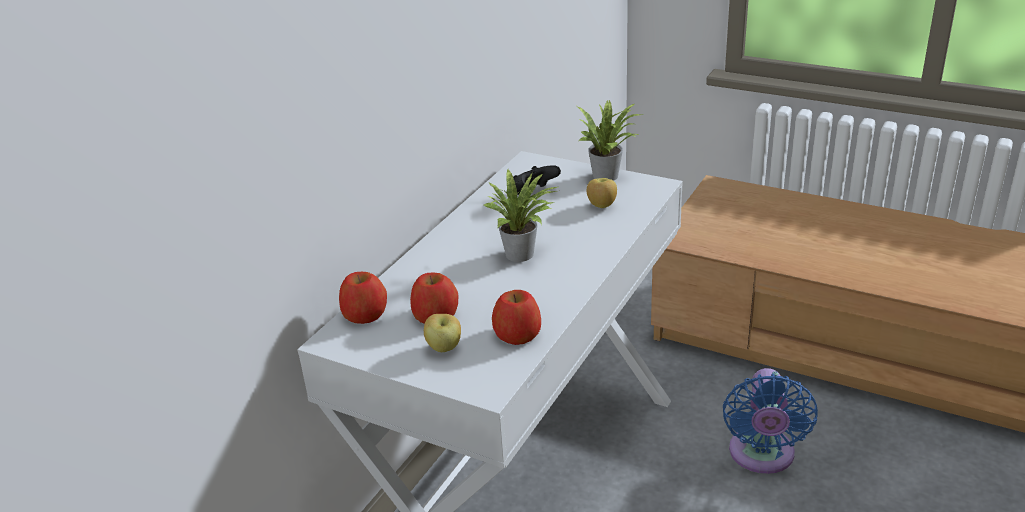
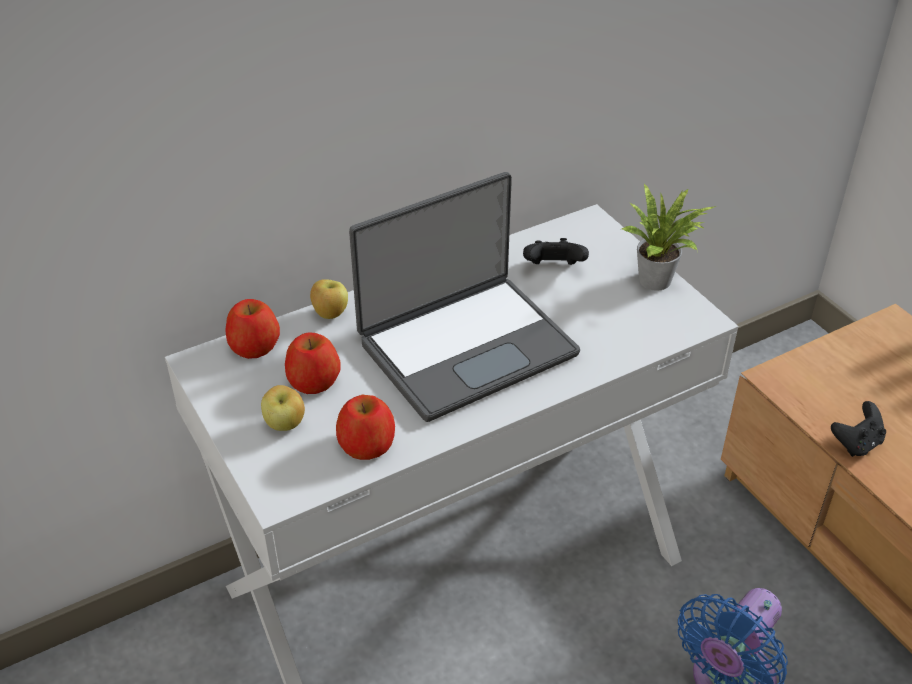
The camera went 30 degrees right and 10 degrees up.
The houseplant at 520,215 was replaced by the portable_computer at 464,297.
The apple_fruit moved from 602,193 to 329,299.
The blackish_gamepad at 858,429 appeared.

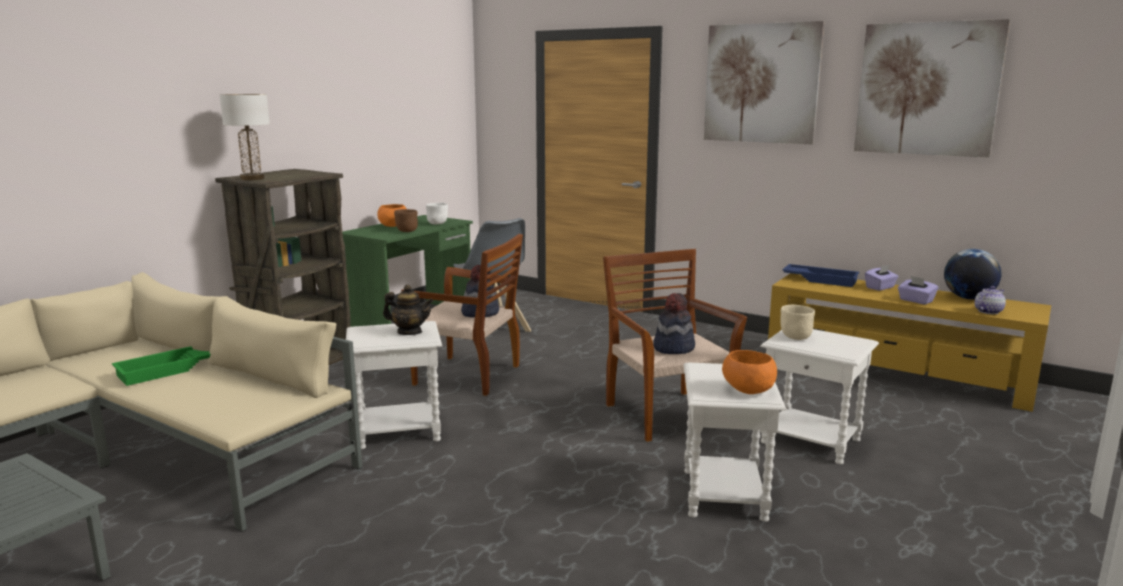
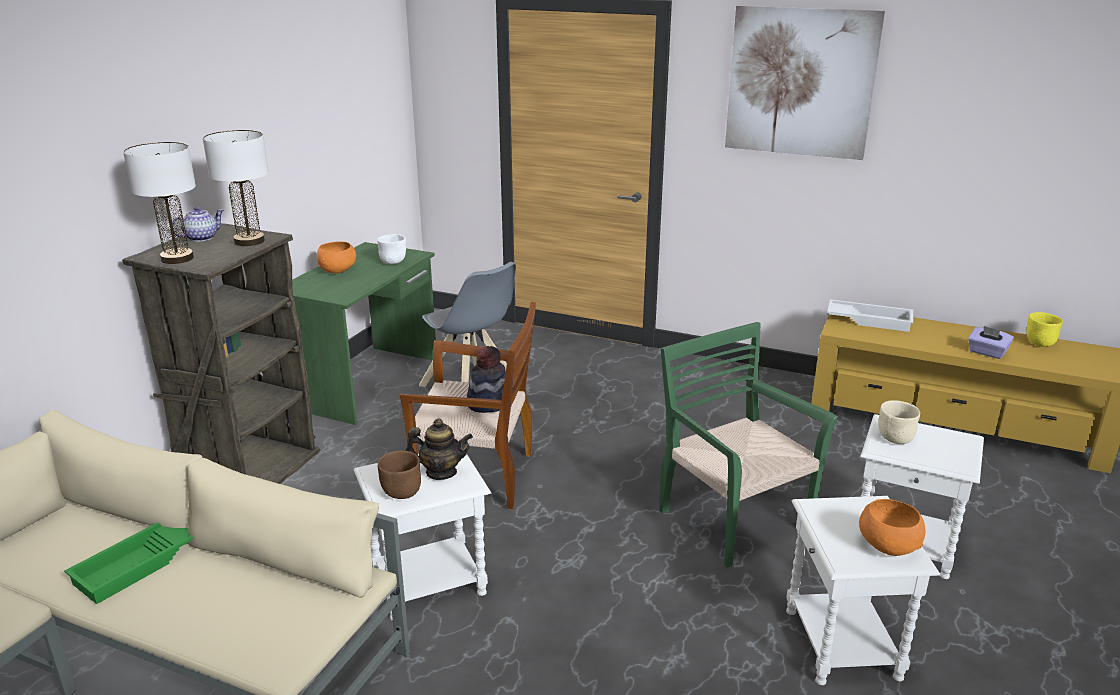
The camera went 10 degrees left and 10 degrees up.
The wall_art at 932,88 disappeared.
The brownish_serving_bowl moved from 406,220 to 399,475.
The brownish_easy_chair at 675,345 became the greenish_easy_chair at 748,445.
The world_globe at 973,274 was replaced by the yellowish_serving_bowl at 1044,329.
The bluish_carrying_tray at 820,275 became the whitish_carrying_tray at 870,315.
The purplish_tissue_box at 882,278 disappeared.
The pot_for_tea moved from 990,300 to 198,224.
The clothing_hat at 674,323 disappeared.
The lamp_for_a_table at 236,188 appeared.

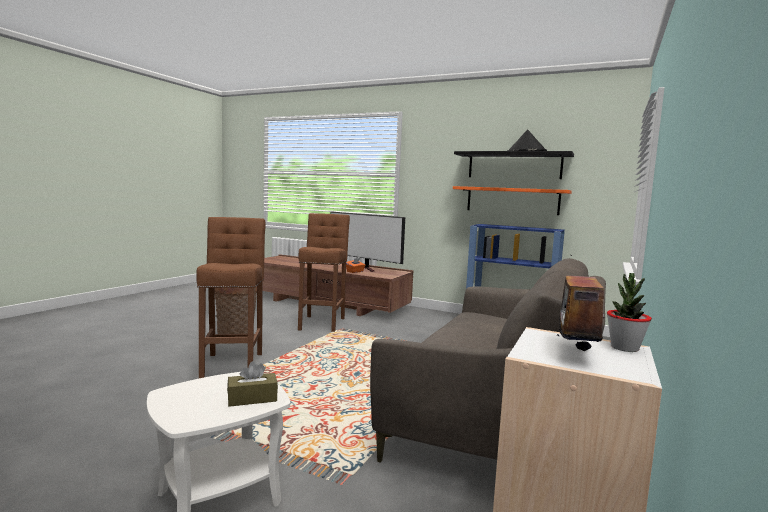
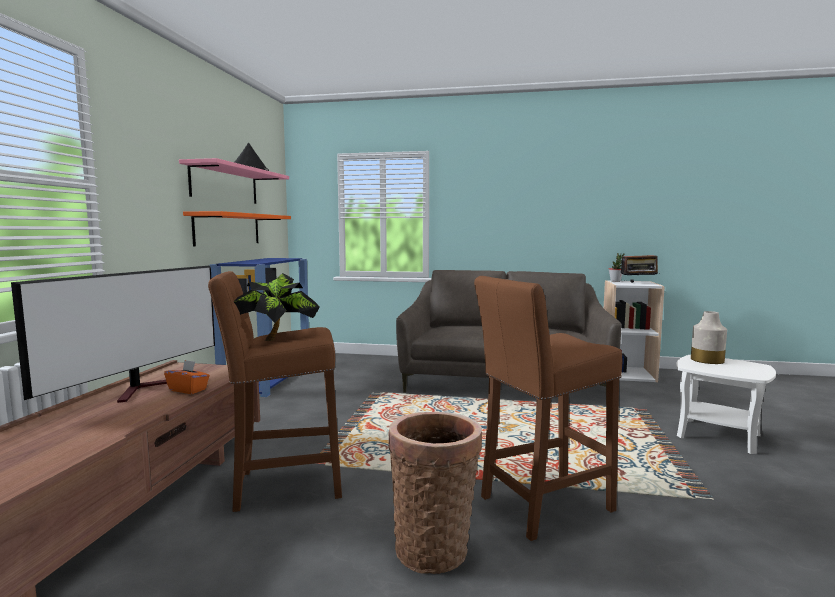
The camera went 105 degrees left and 0 degrees up.
The blackish_bracket_shelf at 514,165 became the pinkish_bracket_shelf at 234,181.
The brownish_tissue_box at 252,384 was replaced by the sand-coloured_flower_vase at 709,337.
The houseplant at 277,307 appeared.

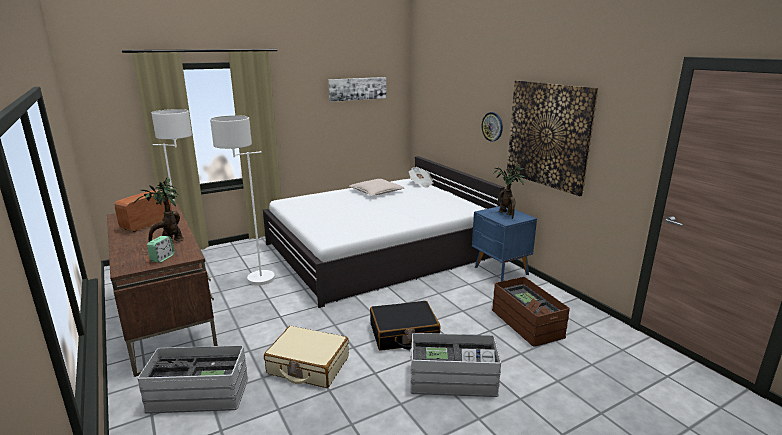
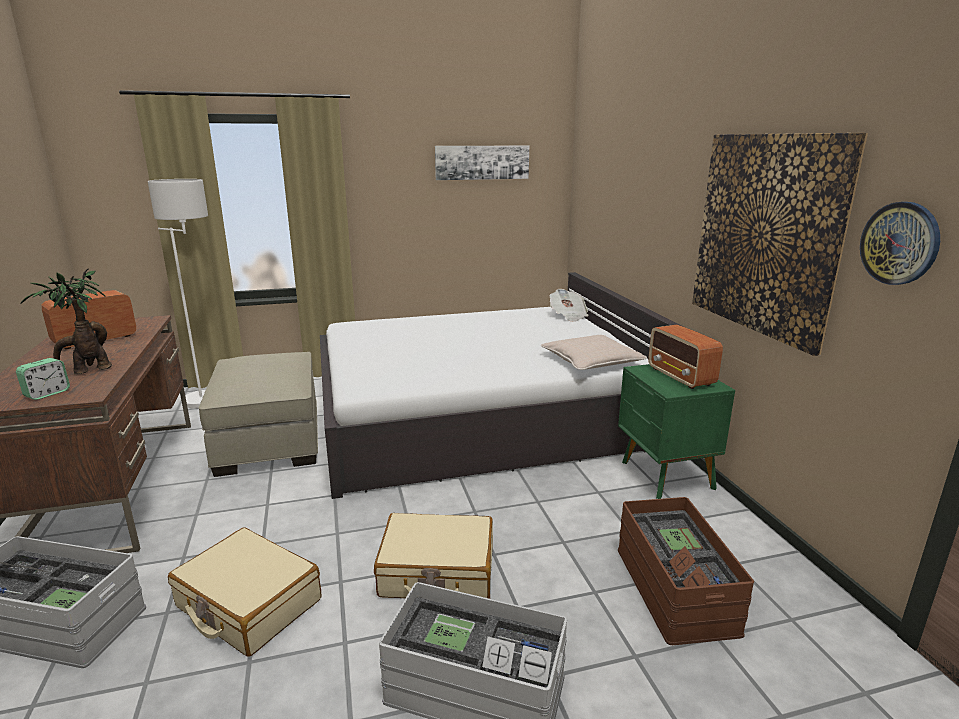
The camera went 15 degrees right and 0 degrees up.
The hanging_clock moved from 492,126 to 900,243.
The whitish_standard_lamp at 242,200 was replaced by the sand-coloured_ottoman at 258,414.
The houseplant at 509,192 was replaced by the radio_receiver at 686,357.
The sand-coloured_cushion moved from 376,187 to 594,352.
The bluish_bedside_table at 504,243 became the greenish_bedside_table at 676,431.
The blackish_travel_case at 405,326 became the sand-coloured_travel_case at 433,556.

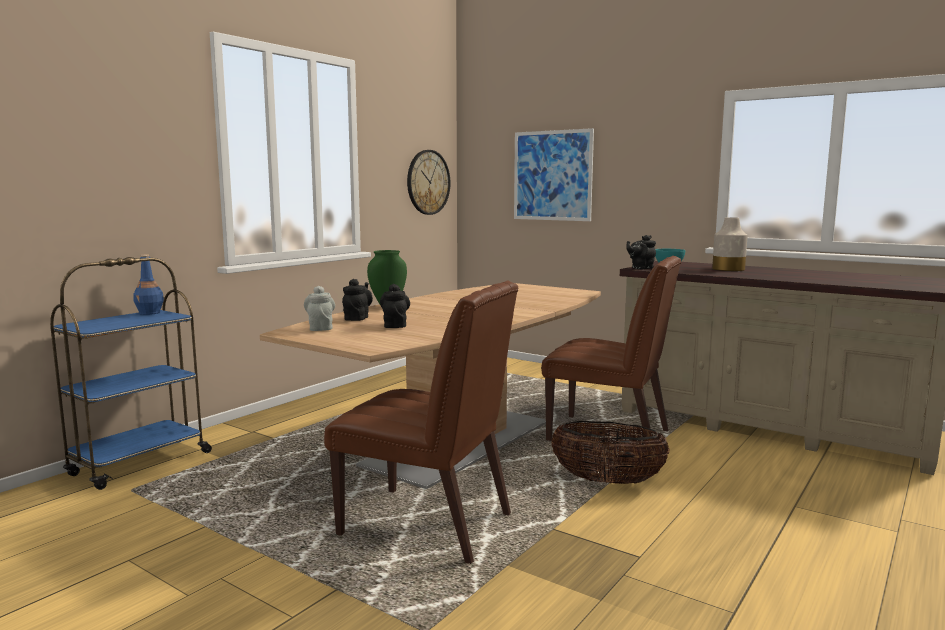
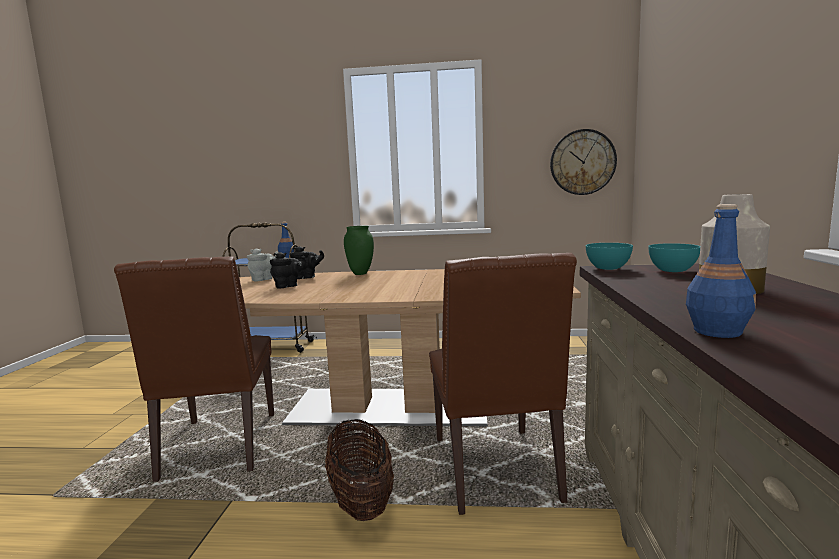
The camera went 60 degrees right and 0 degrees up.
The wall_art at 554,174 disappeared.
The blackish_pot_for_tea at 641,252 was replaced by the turquoise_serving_bowl at 609,256.
The bluish_beverage_bottle at 721,271 appeared.

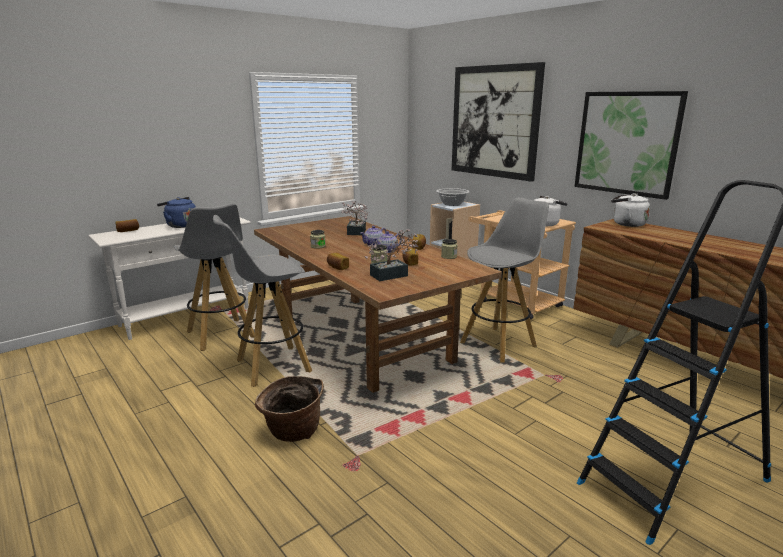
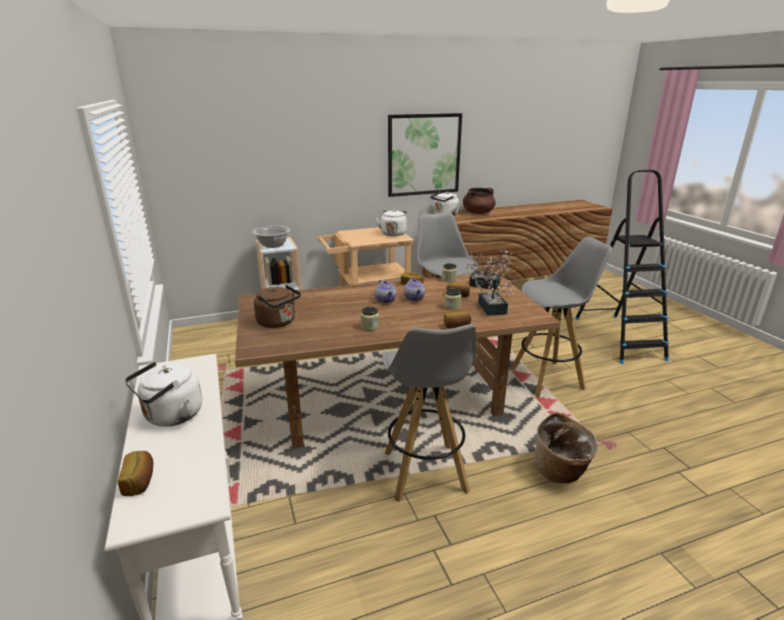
The camera went 70 degrees left and 5 degrees up.
The wall_art at 498,122 disappeared.
The bluish_tea_kettle at 176,212 became the whitish_tea_kettle at 163,394.
The houseplant moved from 356,218 to 488,269.
The greyish_stool_seat moved from 214,277 to 561,317.
The brownish_cooking_pot at 479,201 appeared.
The brownish_tea_kettle at 277,306 appeared.

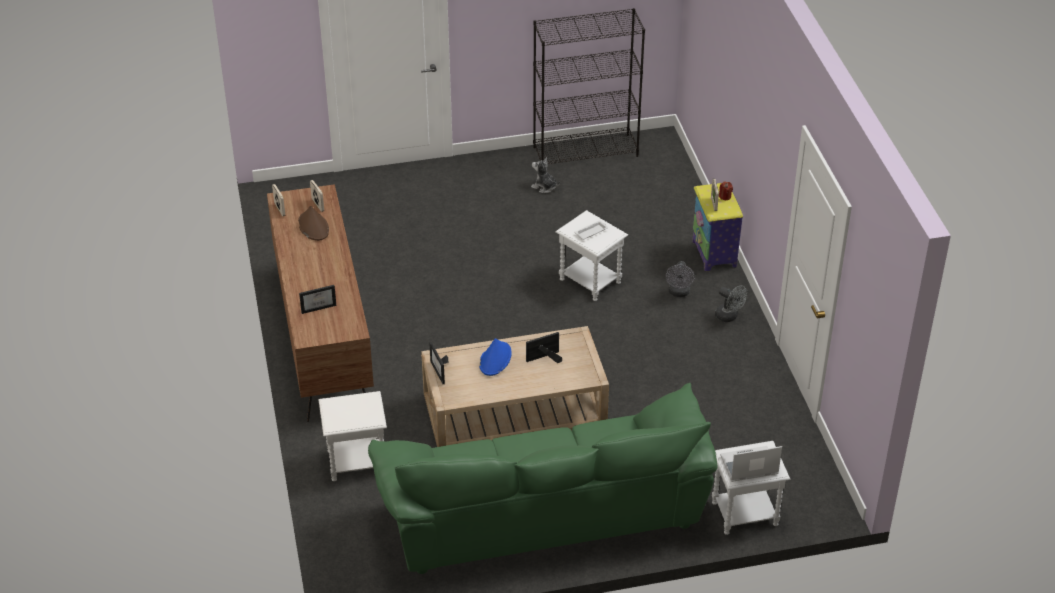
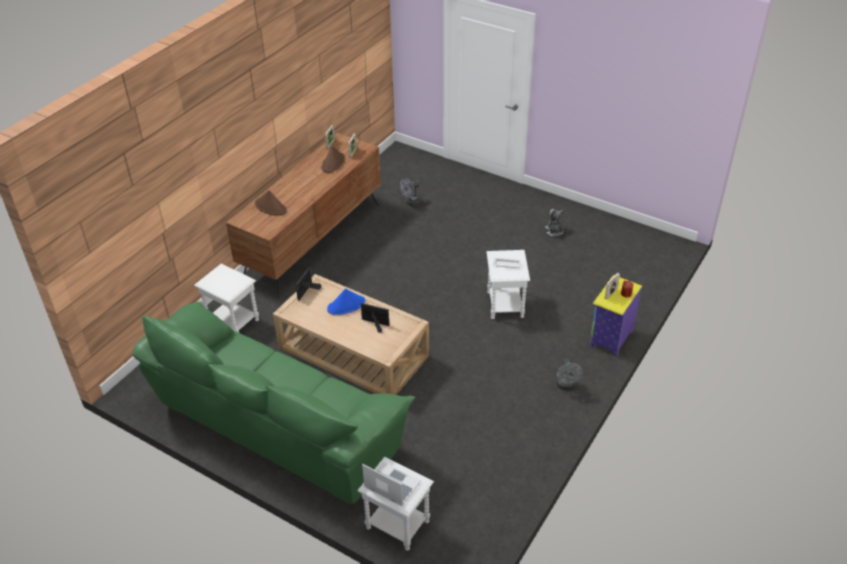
The camera went 45 degrees right and 0 degrees up.
The blackish_bookcase at 589,86 disappeared.
The greyish_fan moved from 680,279 to 411,192.
The standing_frame at 317,299 was replaced by the brownish_clothing_hat at 271,203.

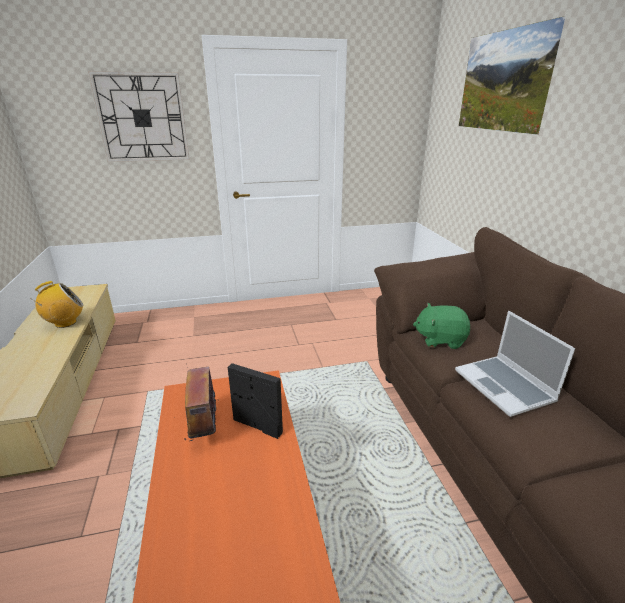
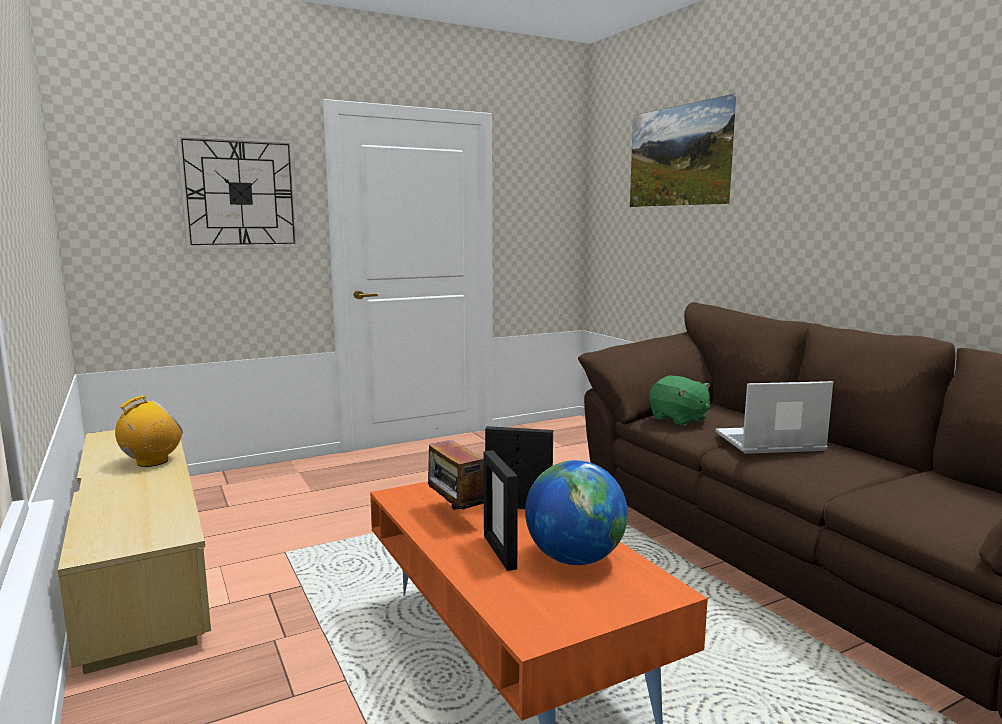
The camera went 15 degrees left and 15 degrees down.
The greenish_soft_toy at 441,326 turned 120 degrees counterclockwise.
The portable_computer at 515,364 turned 120 degrees clockwise.
The standing_frame at 500,510 appeared.
The world_globe at 576,512 appeared.

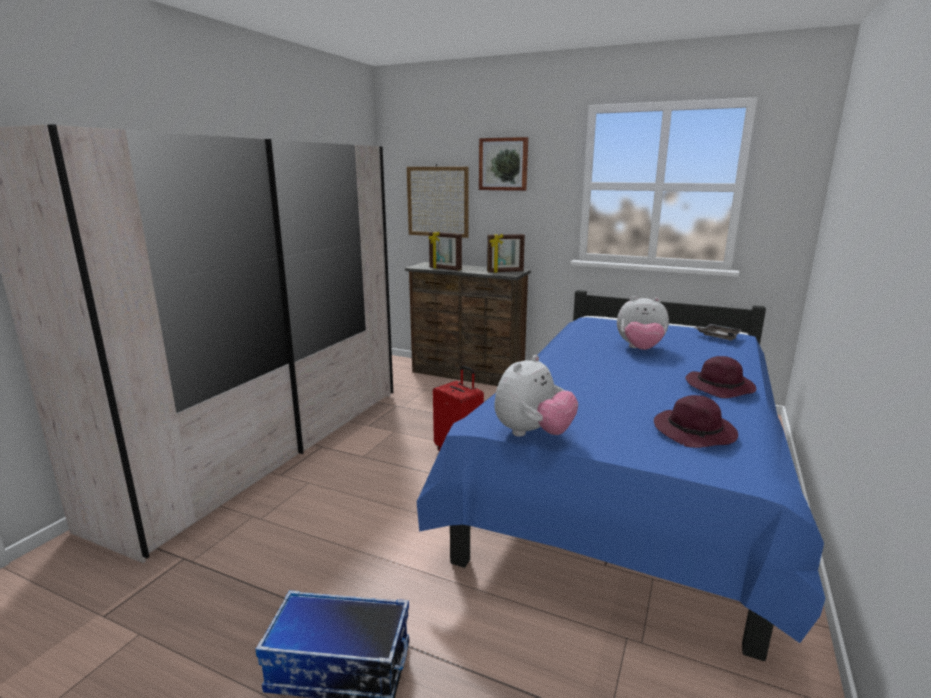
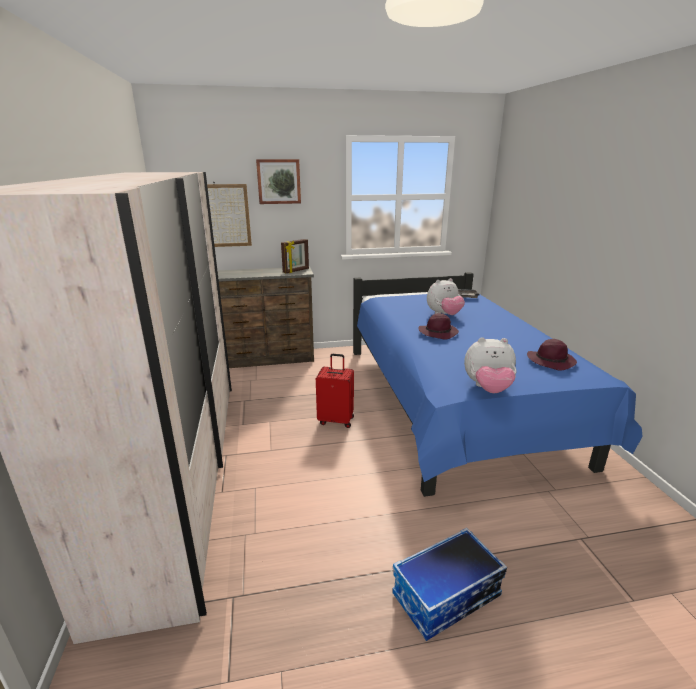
The camera went 35 degrees left and 5 degrees up.
The standing_frame at 445,251 disappeared.
The soft_toy at 536,396 turned 90 degrees clockwise.
The purplish_clothing_hat moved from 720,377 to 438,326.

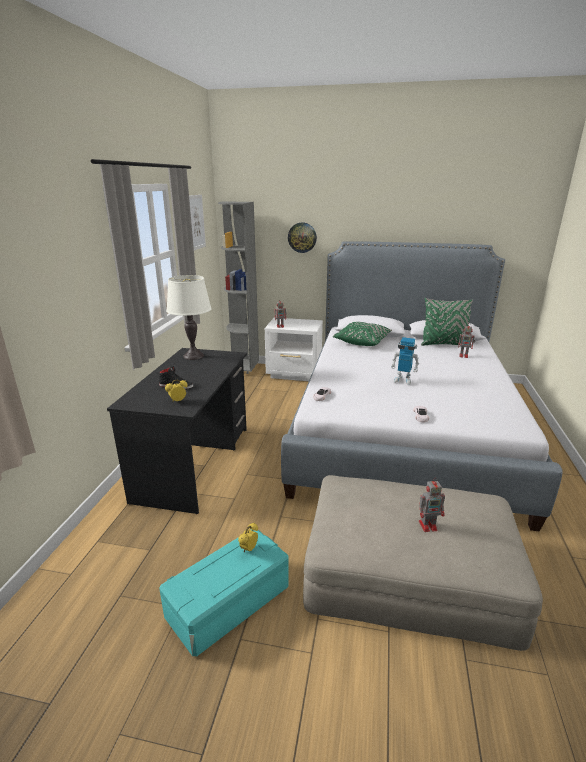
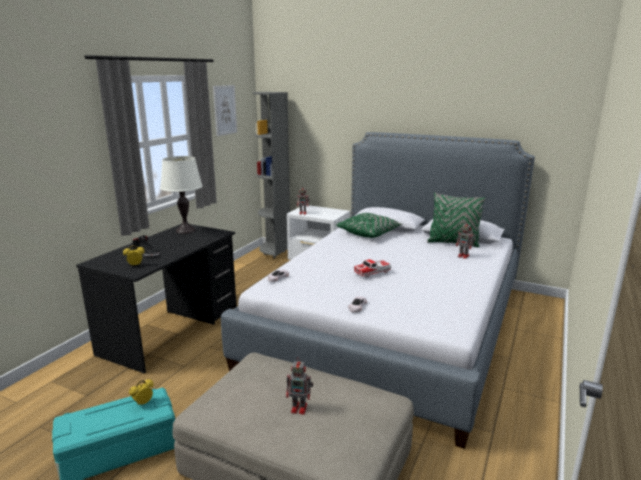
The camera went 15 degrees right and 5 degrees down.
The hanging_clock at 302,237 disappeared.
The toy_robot at 405,361 was replaced by the toy_car at 372,268.

